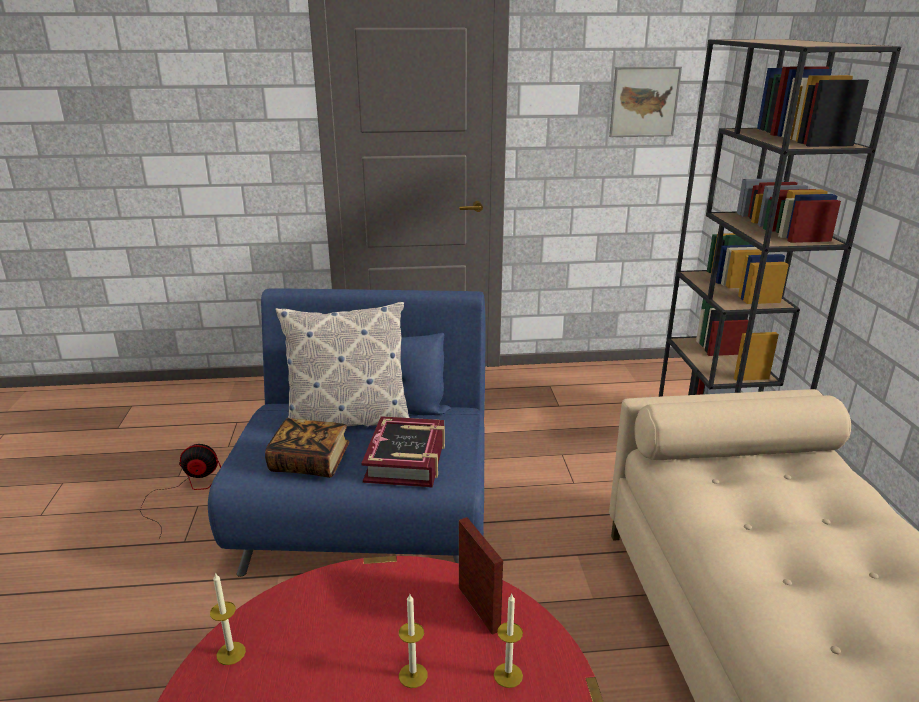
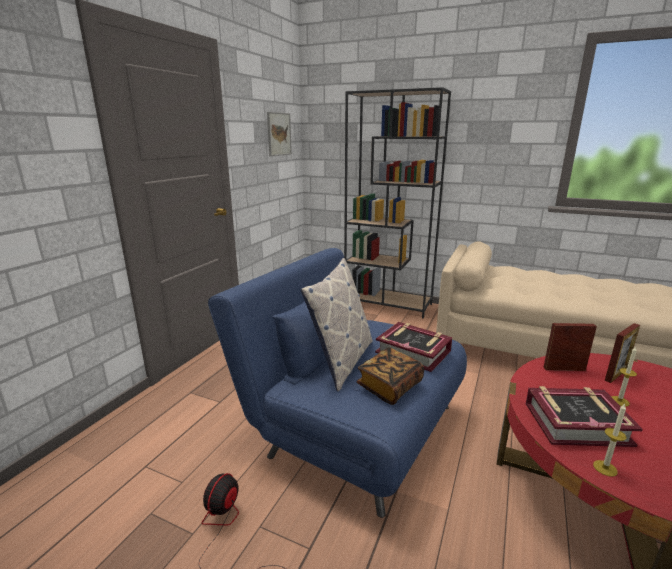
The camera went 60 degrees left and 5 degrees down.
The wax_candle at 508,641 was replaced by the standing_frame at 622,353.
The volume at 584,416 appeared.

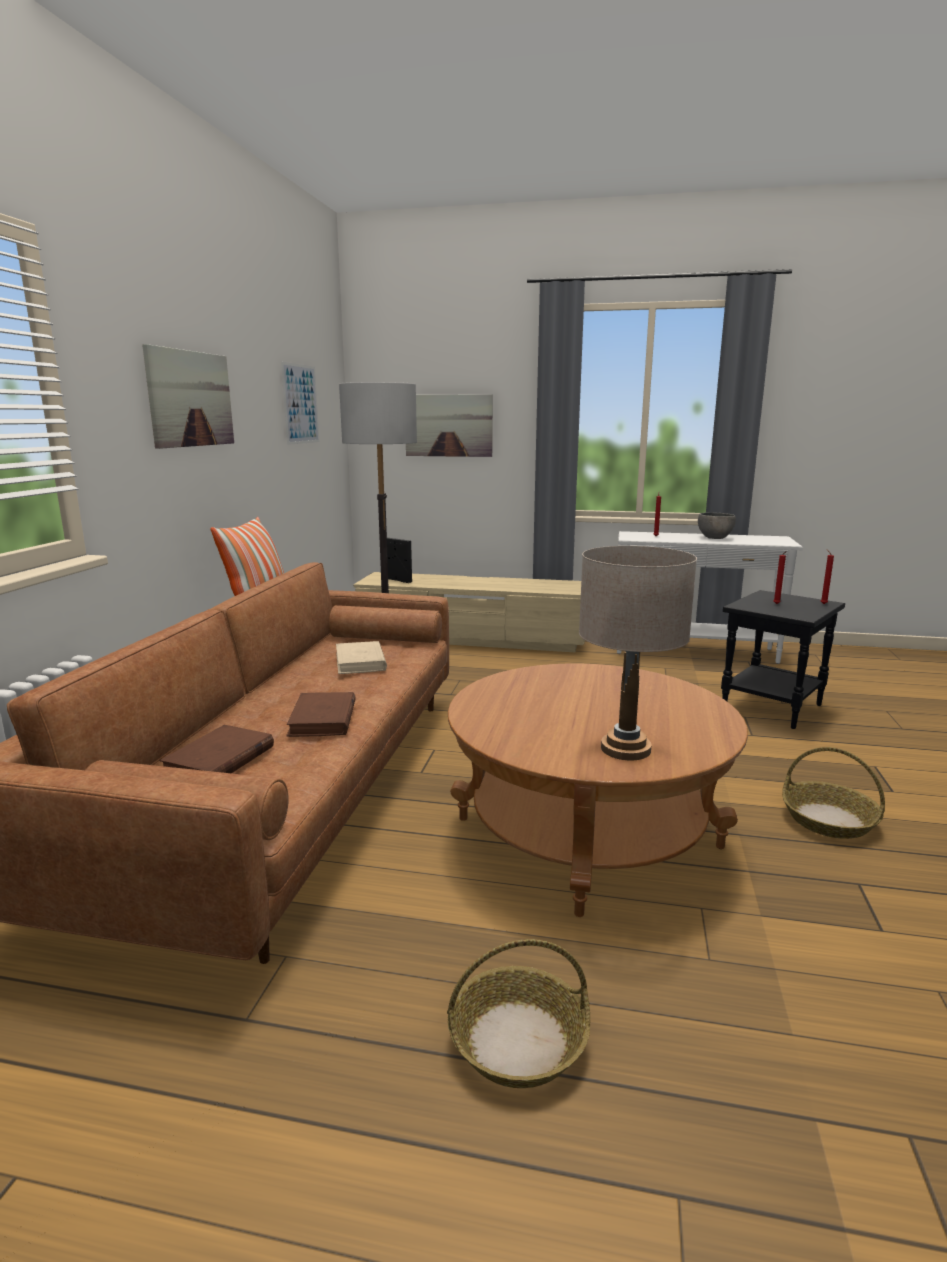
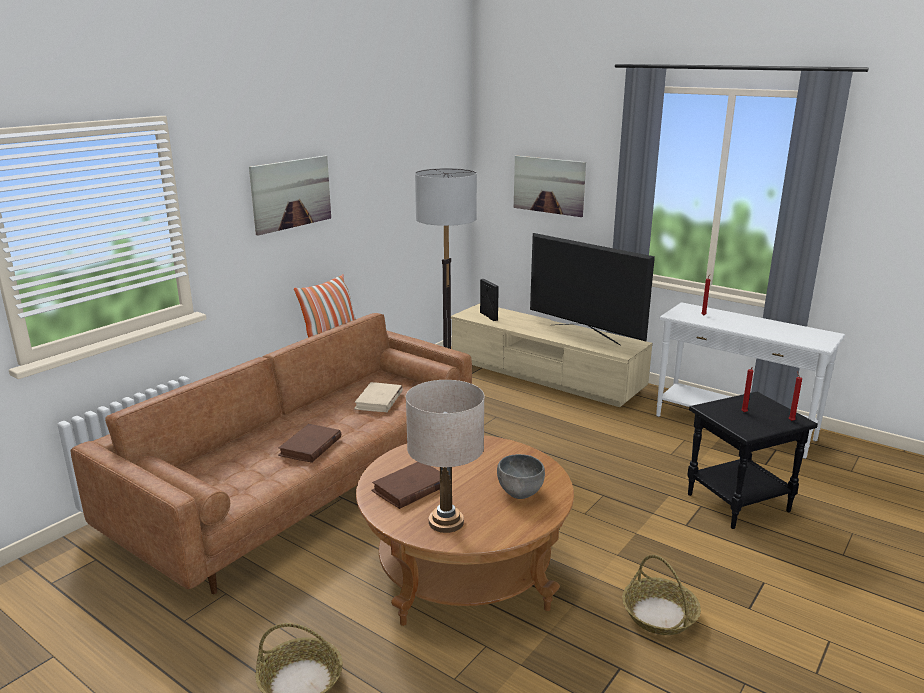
The camera went 25 degrees right and 5 degrees up.
The wall_art at 300,403 disappeared.
The greyish_serving_bowl moved from 717,525 to 521,476.
The brownish_volume moved from 217,749 to 405,485.
The television at 592,289 appeared.

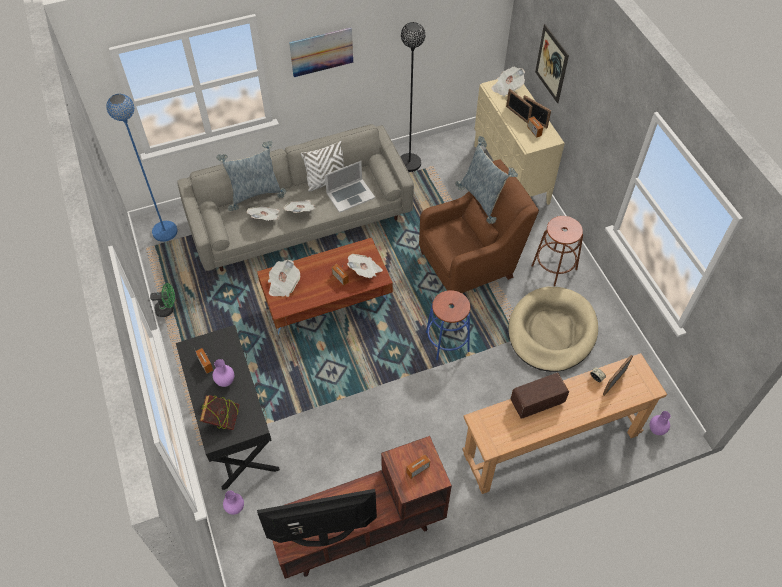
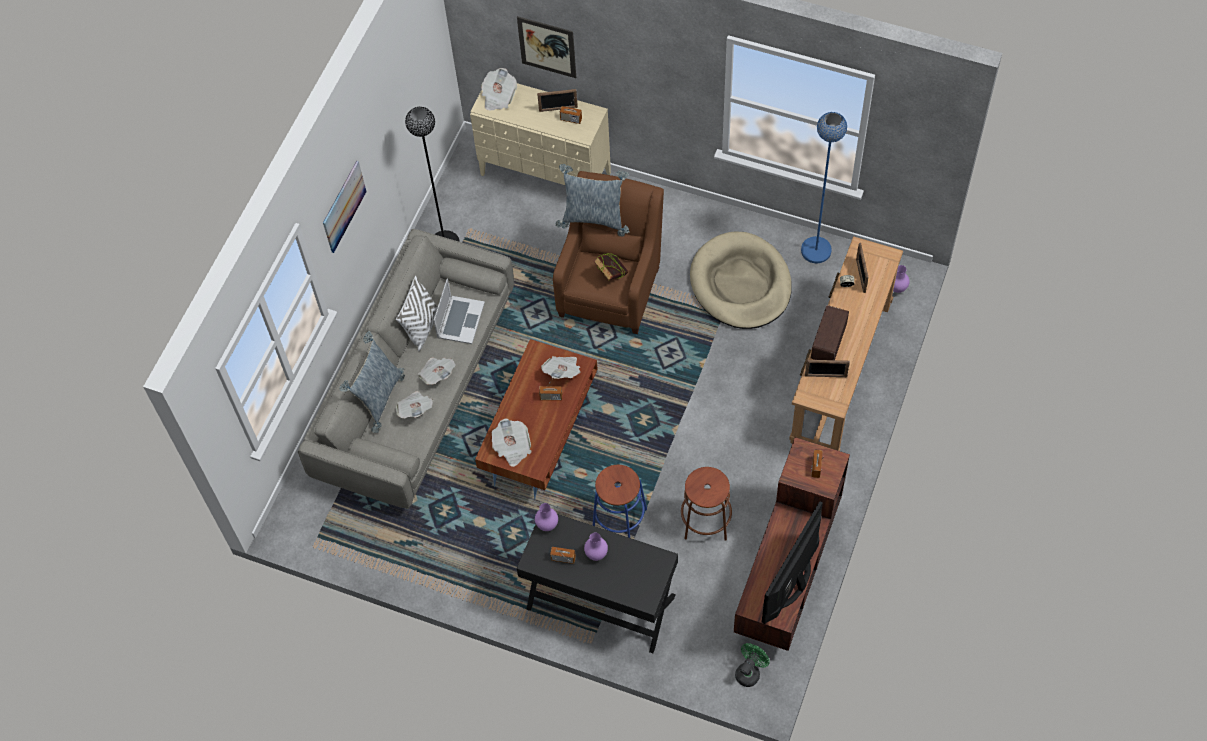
The camera went 45 degrees left and 5 degrees up.
The standing_frame moved from 519,106 to 827,368.
The bluish_standard_lamp moved from 142,168 to 824,187.
The brownish_stool_seat moved from 557,251 to 706,504.
The greenish_fan moved from 162,300 to 752,665.
The bluish_stool_seat moved from 448,325 to 620,501.
The volume moved from 220,412 to 611,266.
The purplish_flower_vase moved from 233,503 to 546,517.

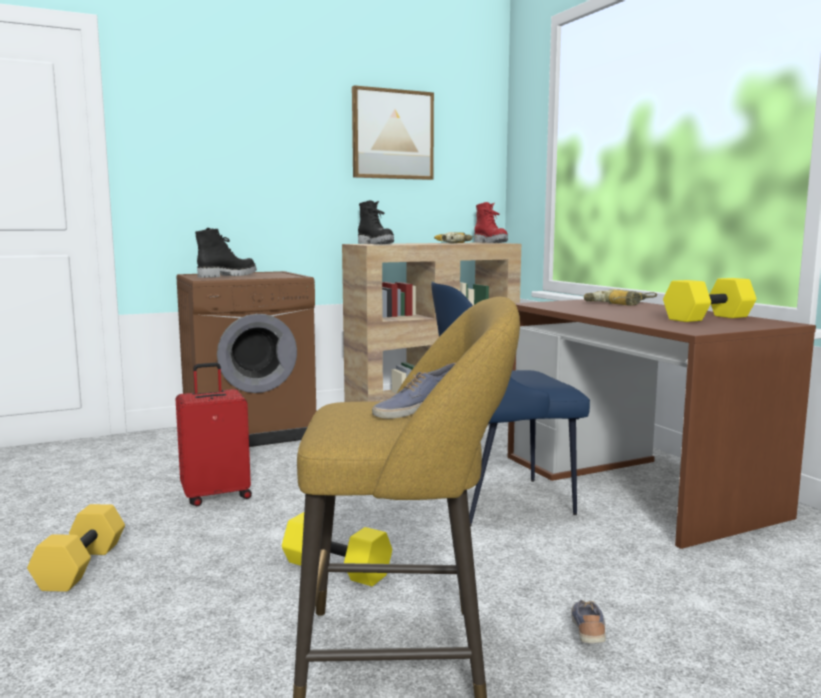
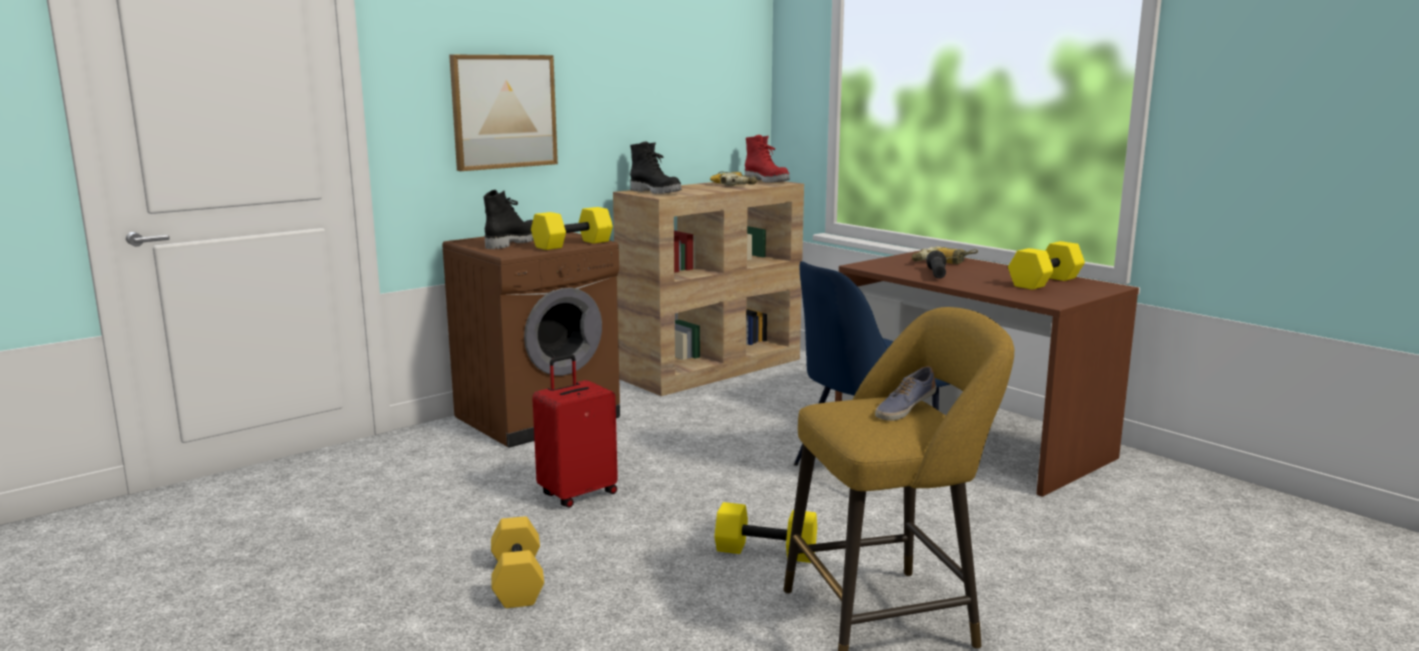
The camera went 15 degrees left and 5 degrees up.
The wall_art moved from 393,132 to 503,113.
The shoe at 588,622 disappeared.
The yellowish_dumbbell at 572,228 appeared.
The blackish_flashlight at 936,264 appeared.

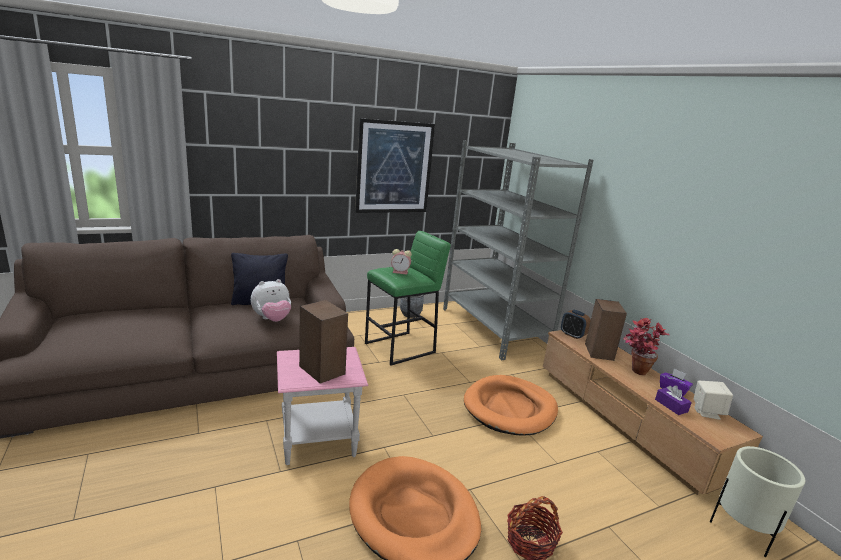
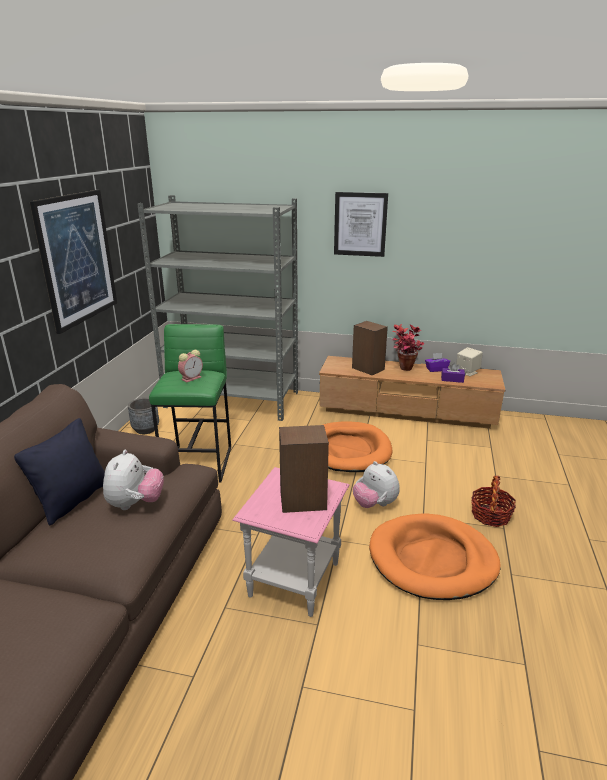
The camera went 50 degrees left and 5 degrees up.
The bedside_clock at 576,324 disappeared.
The sand-coloured_planter at 757,501 disappeared.
The wall_art at 361,224 appeared.
The soft_toy at 376,484 appeared.

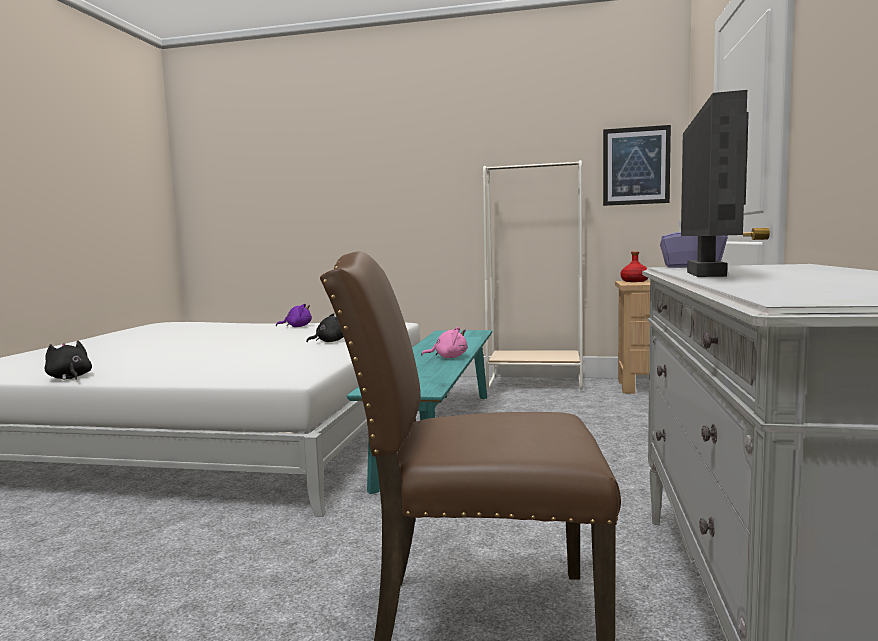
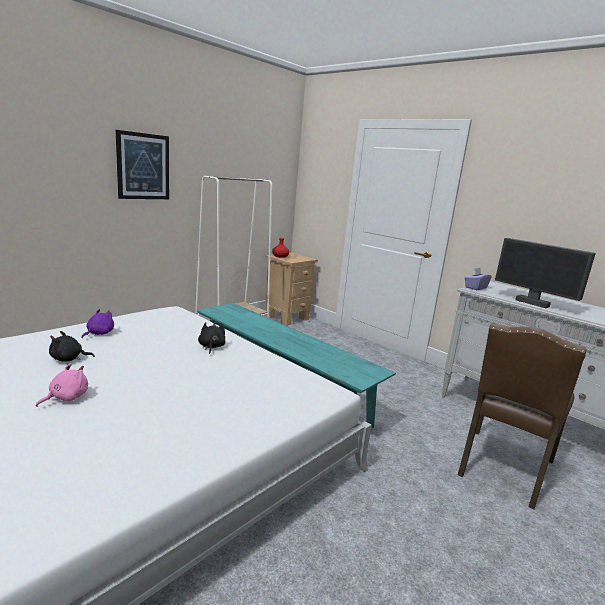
The camera went 60 degrees left and 10 degrees up.
The wall_art moved from 637,165 to 142,164.
The pinkish_soft_toy moved from 444,342 to 62,385.
The blackish_soft_toy moved from 68,360 to 72,346.

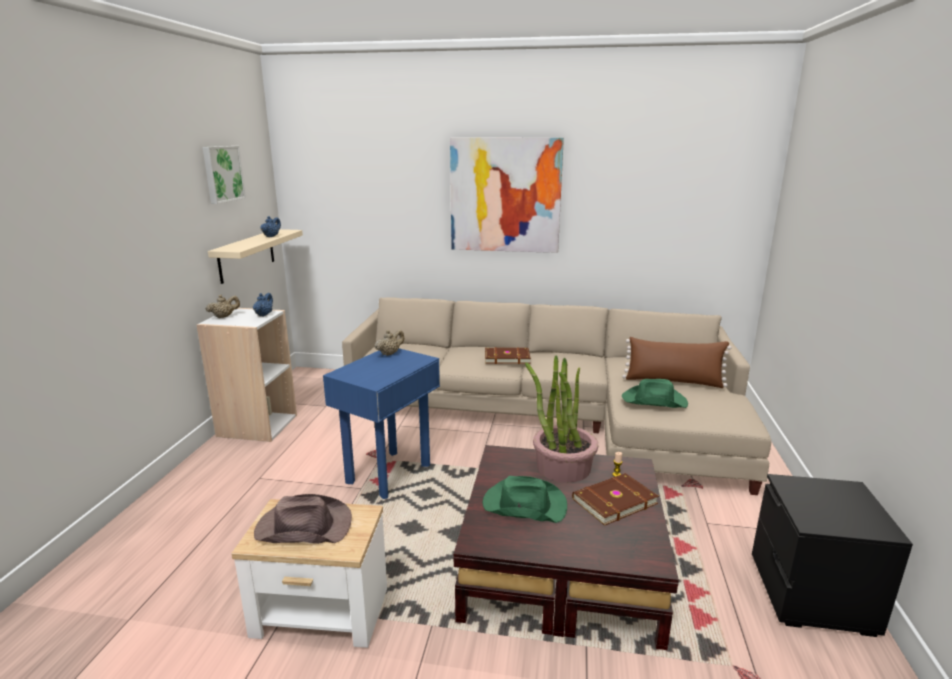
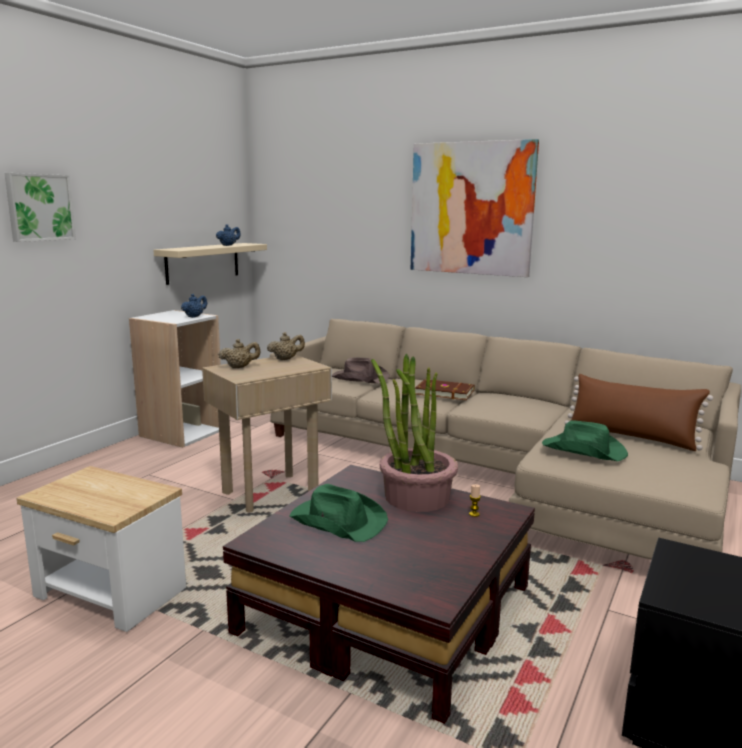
The camera went 20 degrees right and 5 degrees down.
The wall_art moved from 224,175 to 40,207.
The sand-coloured_pot_for_tea moved from 222,306 to 239,353.
The bluish_accent_table at 381,423 became the sand-coloured_accent_table at 267,433.
The brownish_volume at 615,499 disappeared.
The brownish_clothing_hat moved from 303,519 to 361,370.

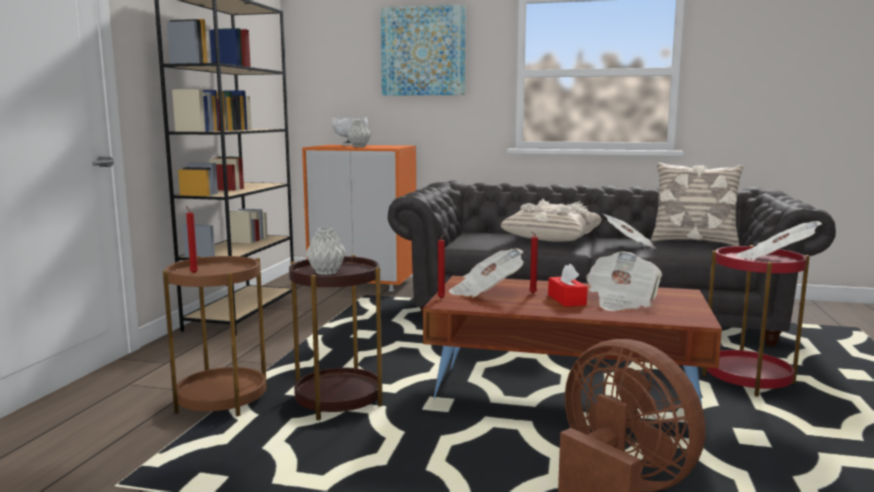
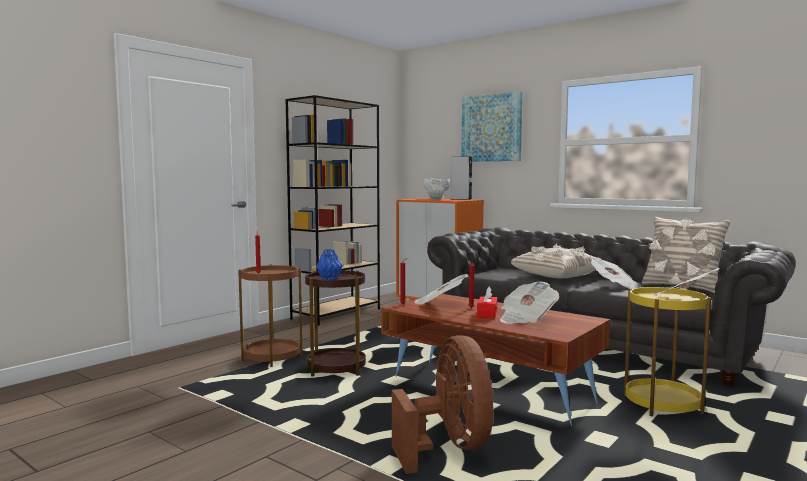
The camera went 25 degrees right and 5 degrees down.
The greyish_flower_vase at 326,251 became the bluish_flower_vase at 329,264.
The red-coloured_accent_table at 756,321 became the yellowish_accent_table at 667,352.
The greyish_loudspeaker at 461,178 appeared.

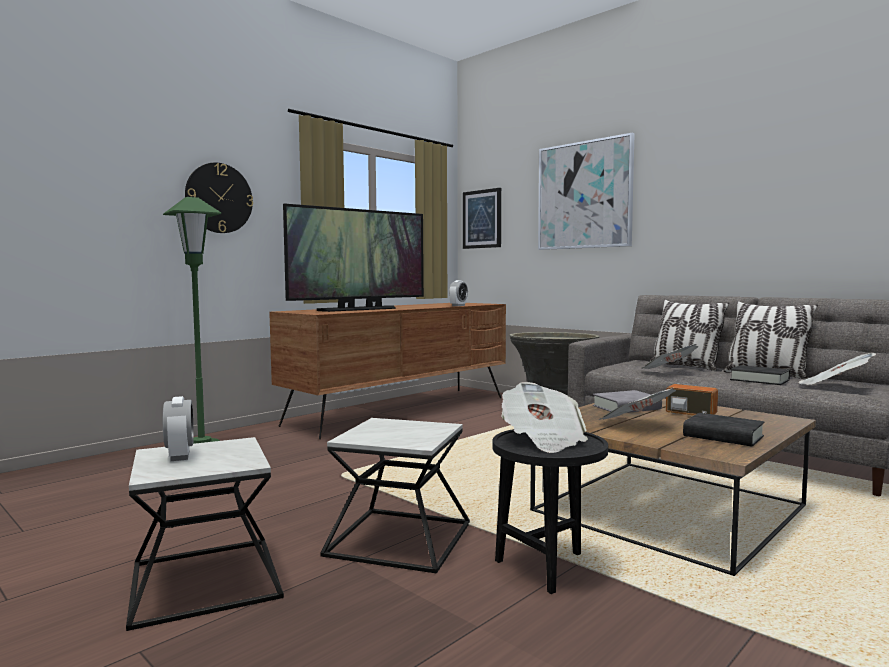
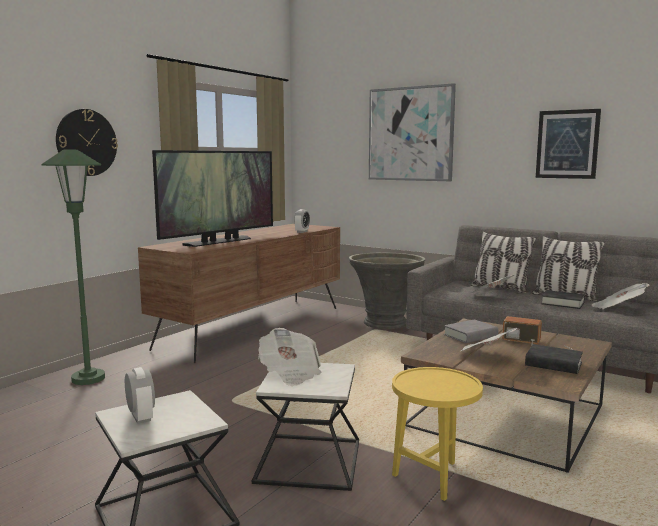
The camera went 10 degrees left and 5 degrees up.
The wall_art moved from 482,218 to 568,144.
The daily_paper moved from 545,417 to 289,357.
The blackish_accent_table at 550,511 became the yellowish_accent_table at 437,434.

